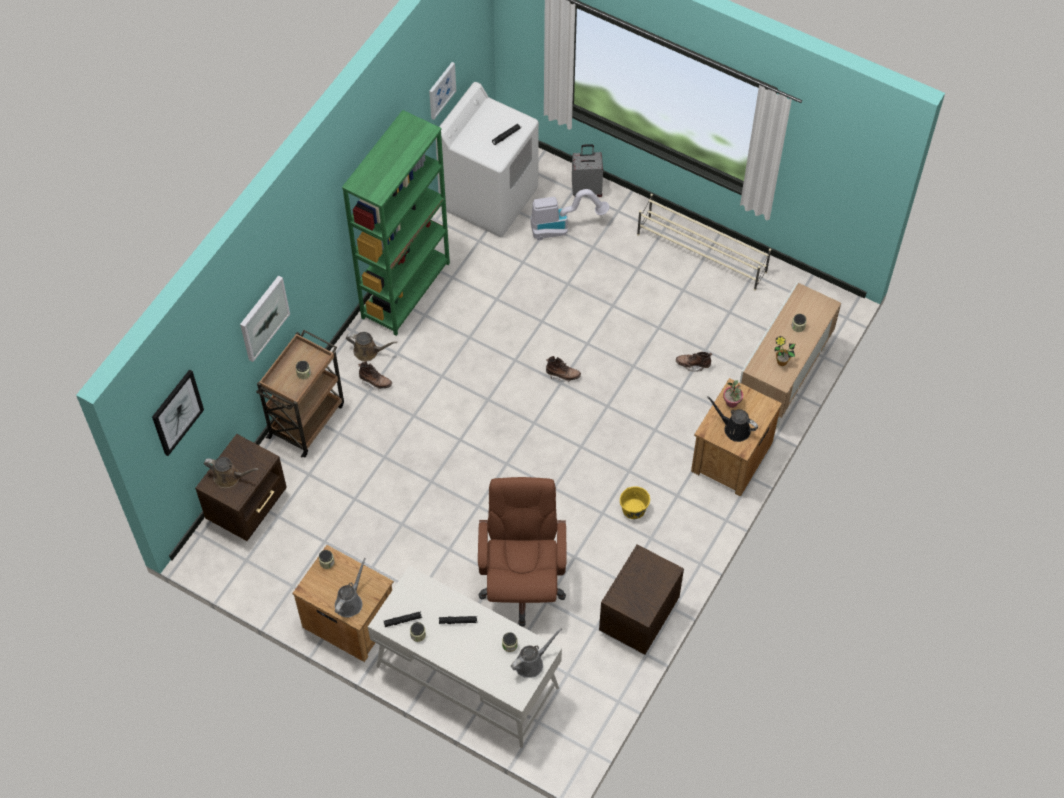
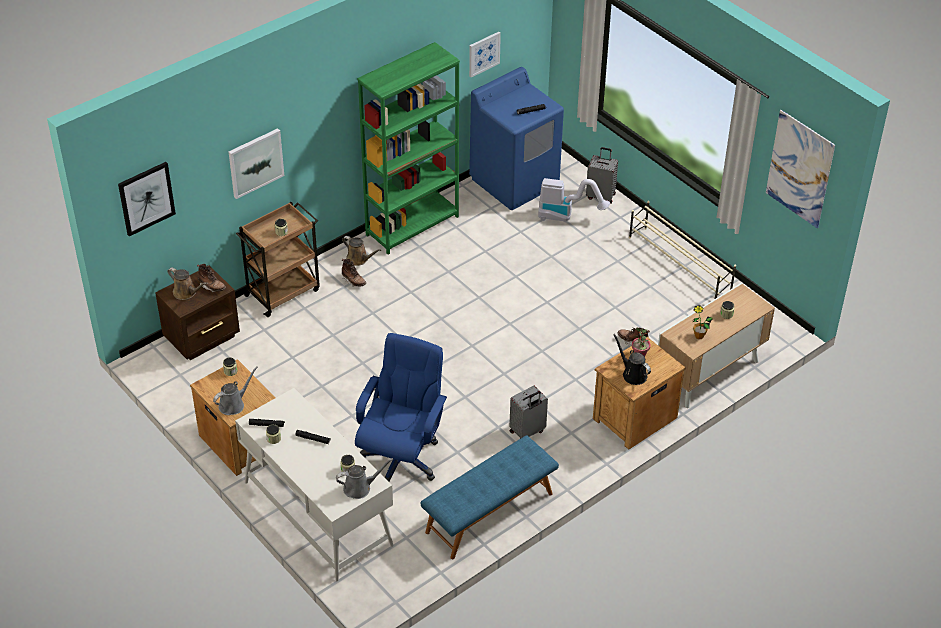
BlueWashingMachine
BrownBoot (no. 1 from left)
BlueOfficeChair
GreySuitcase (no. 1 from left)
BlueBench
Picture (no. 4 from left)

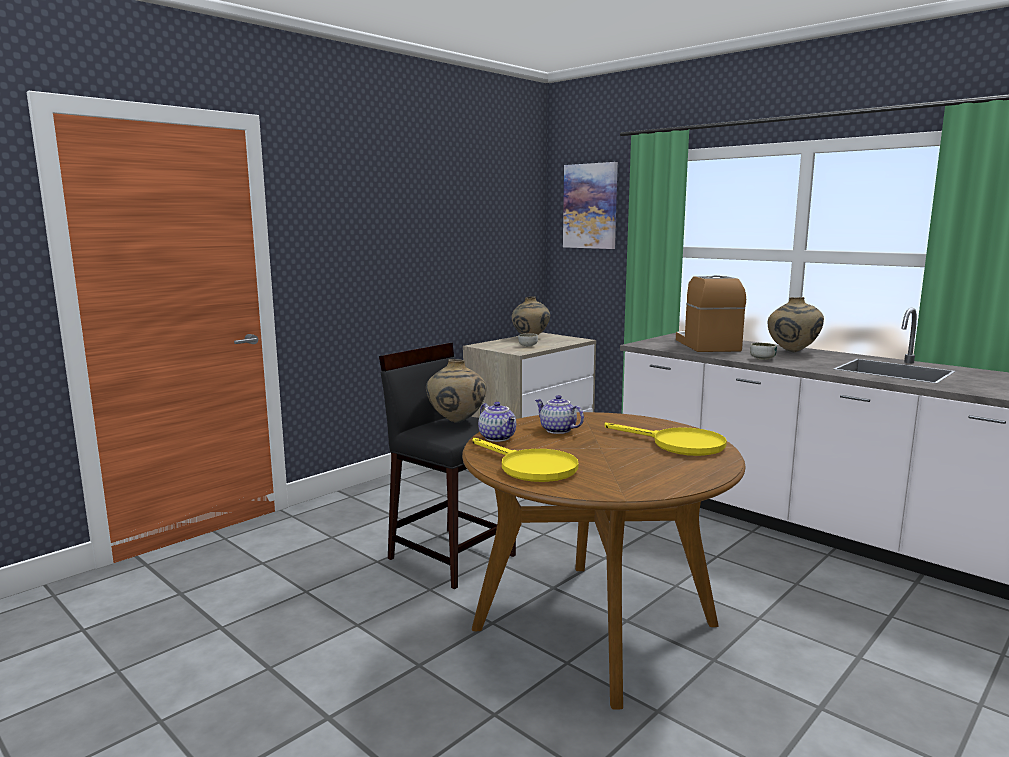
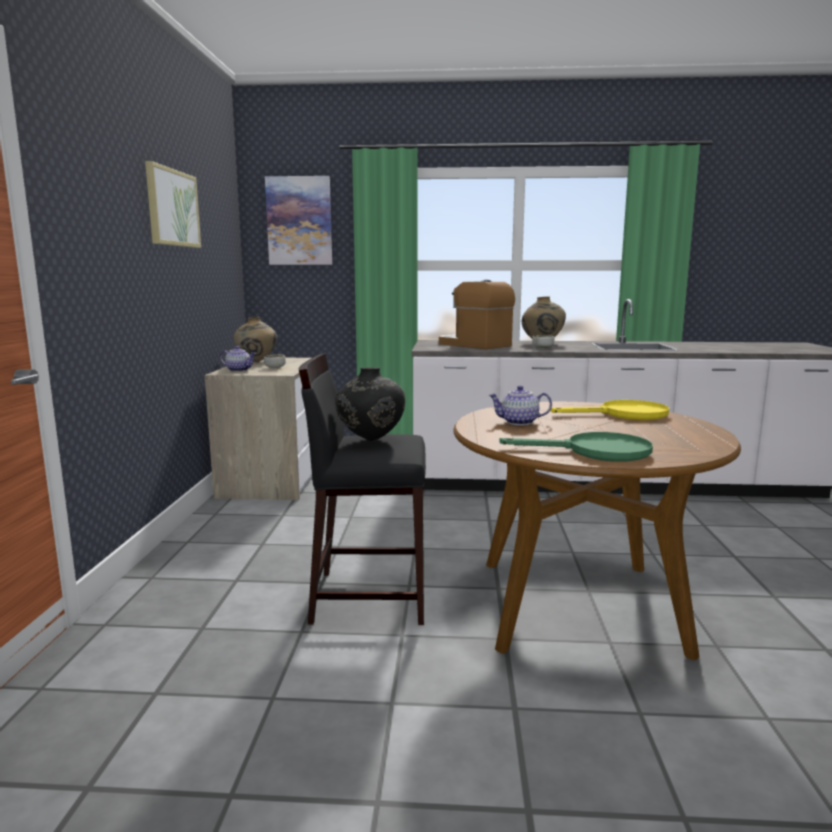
BlackVase
Teapot (no. 1 from left)
GreenFryingPan
Picture (no. 1 from left)

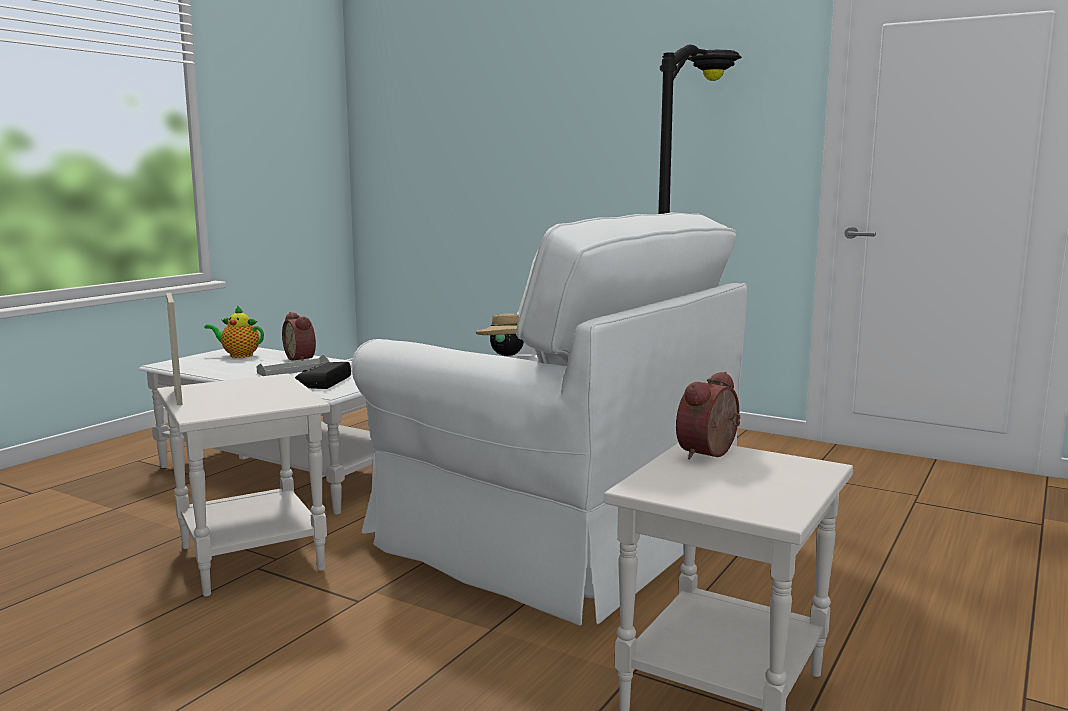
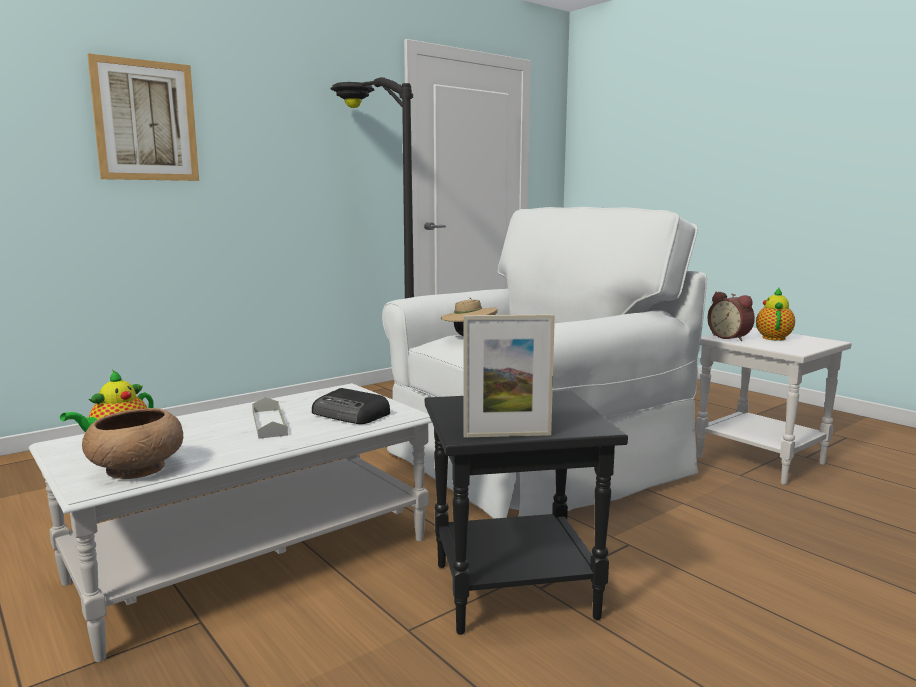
AlarmClock (no. 1 from left in the first image)
BlackSideTable
Picture
Teapot (no. 2 from left)
BrownBowl

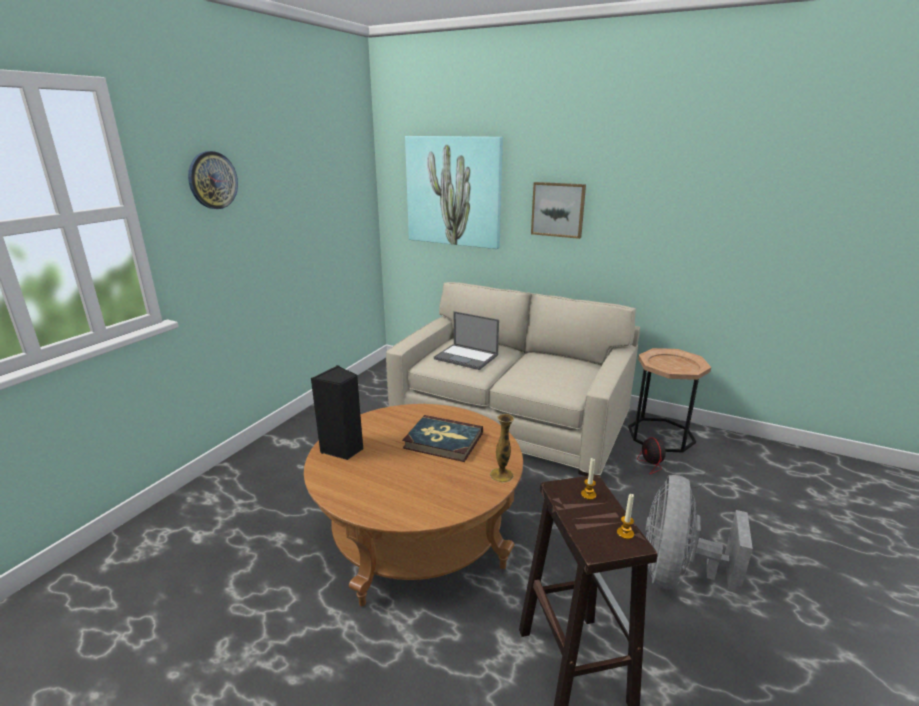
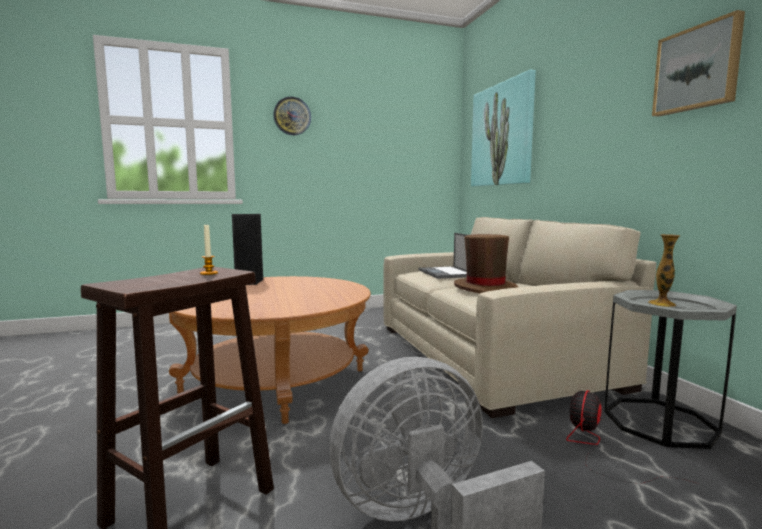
Picture (no. 2 from left)
GreySideTable
Vase
Book
Candle (no. 2 from left in the first image)
BrownHat

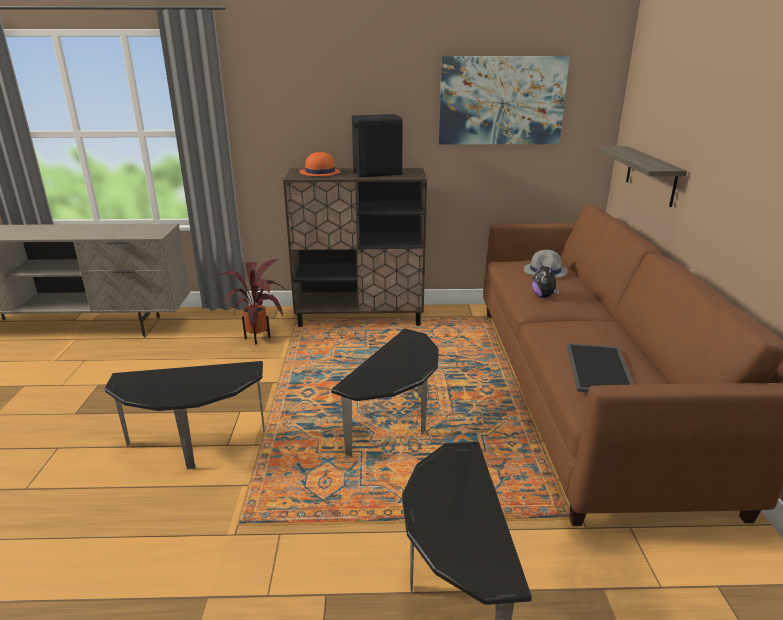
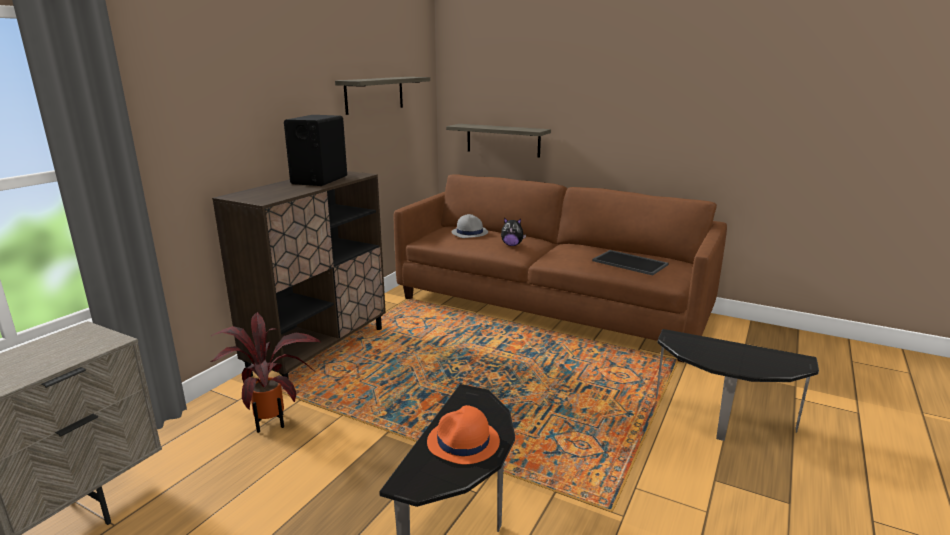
Shelf (no. 1 from left)
OrangeHat
SideTable (no. 2 from left in the first image)

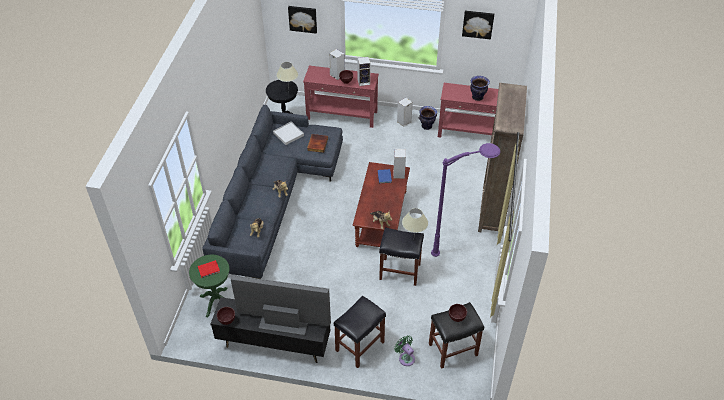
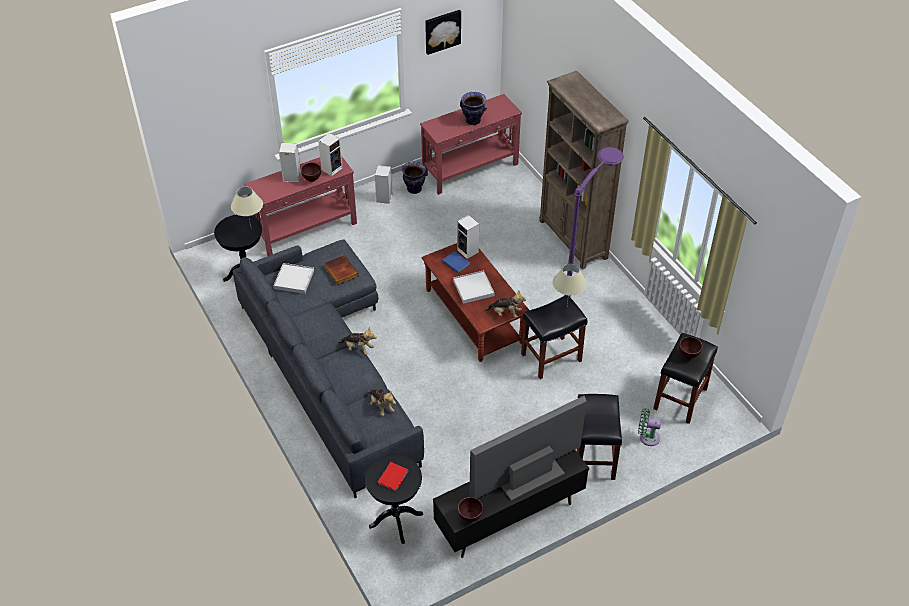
Picture (no. 1 from left in the first image)
BlackSideTable (no. 2 from left)
WhiteTray (no. 2 from left)

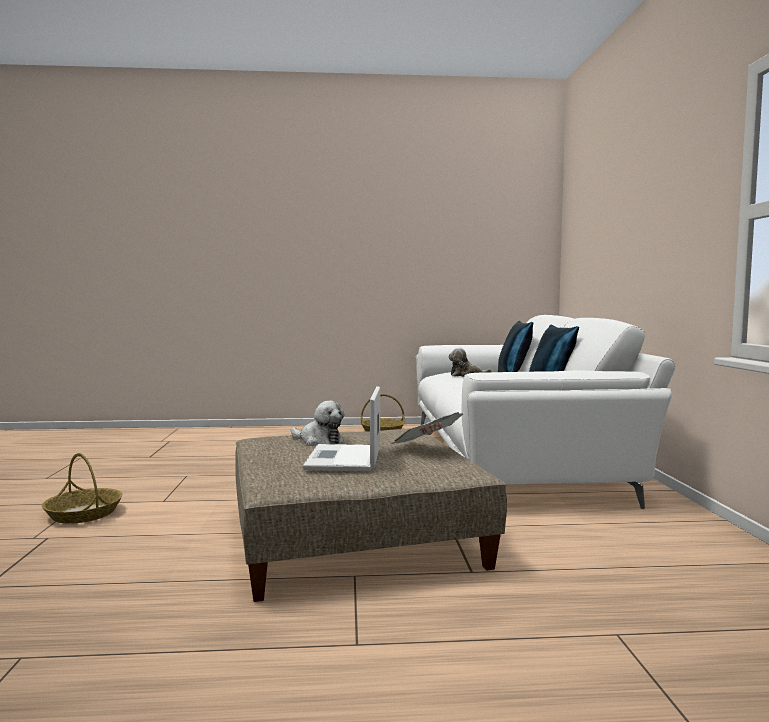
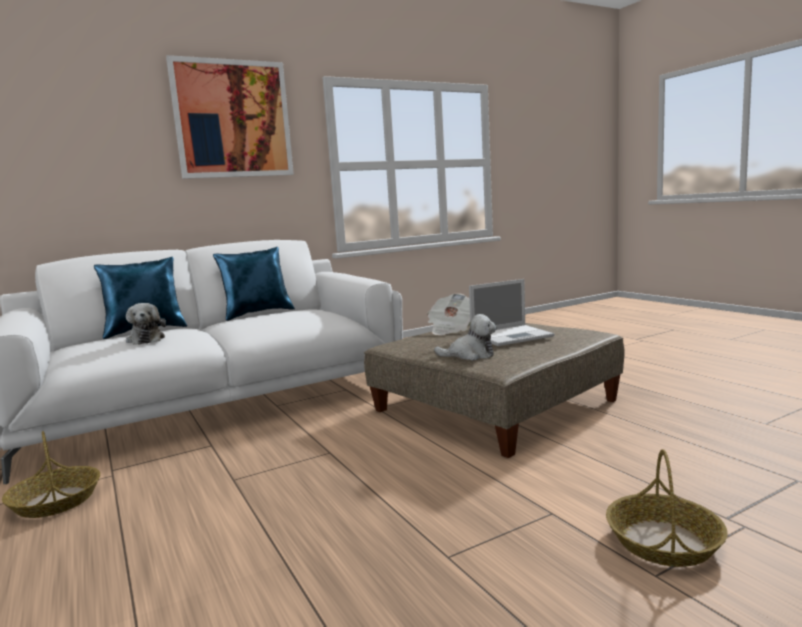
PlushToy (no. 2 from left)
Picture

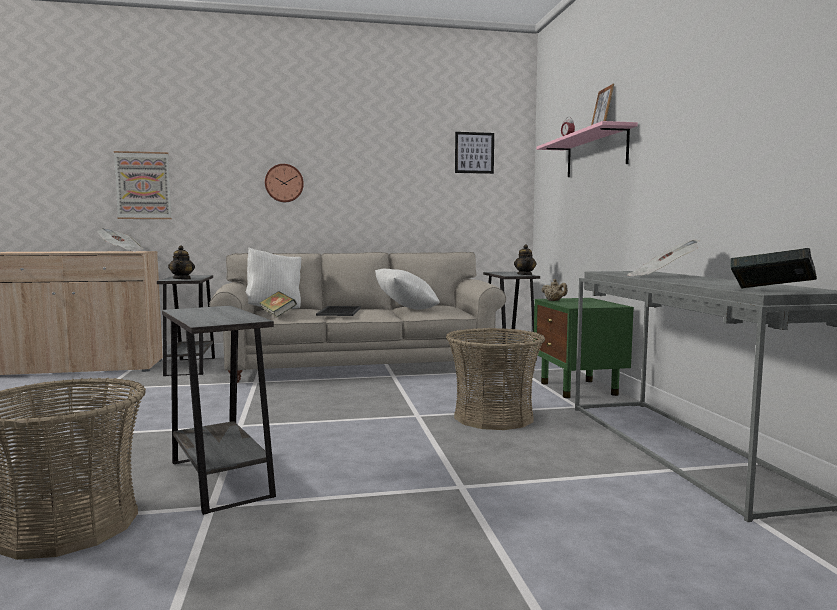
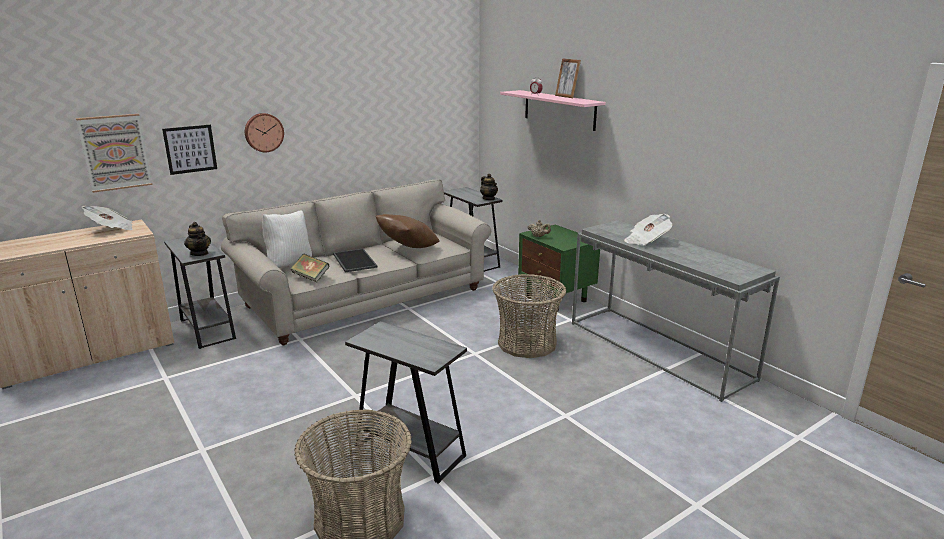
Picture (no. 2 from left)
Book (no. 2 from left in the first image)
BrownPillow

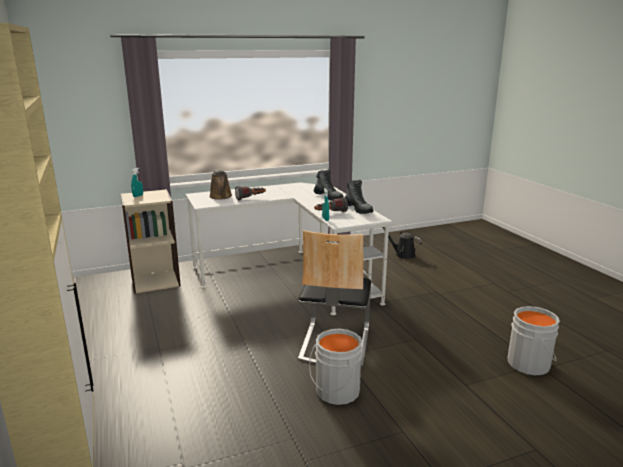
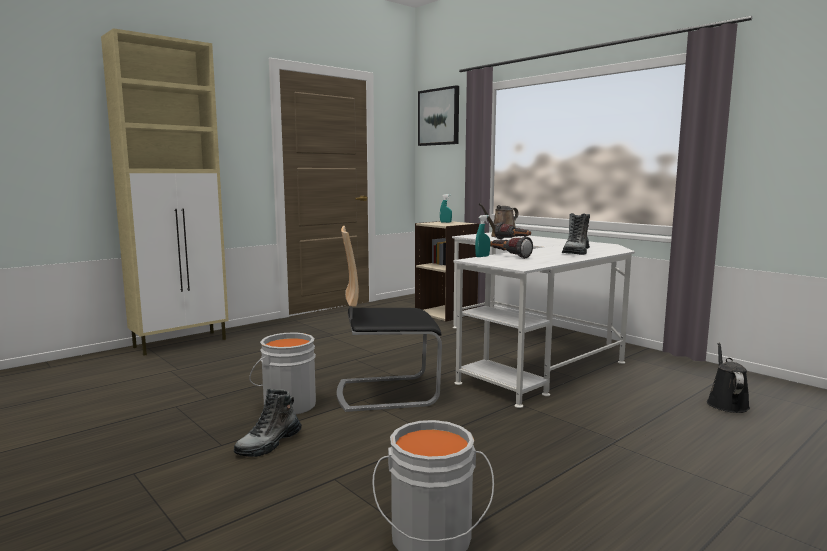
Boot (no. 1 from left)
Picture

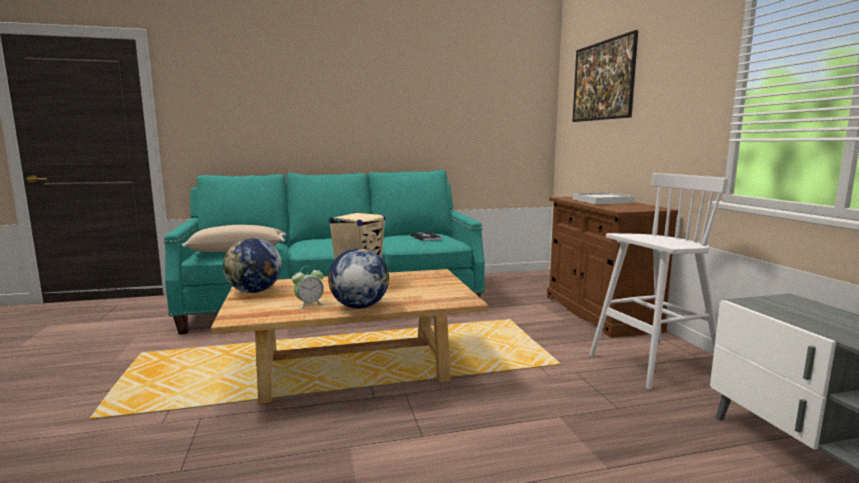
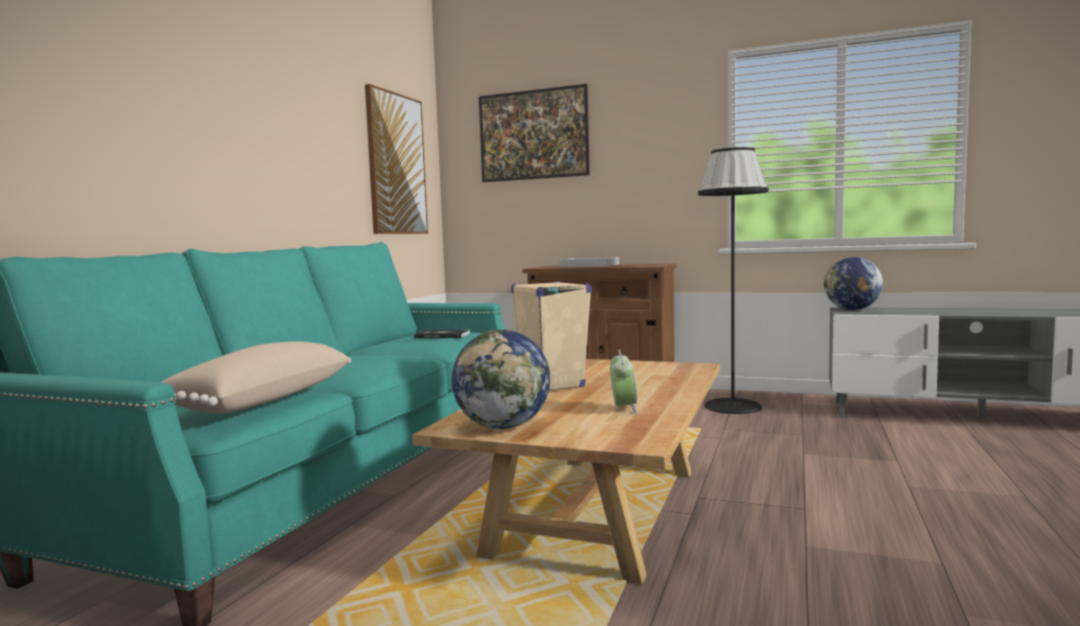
BlackFloorLamp
Globe (no. 2 from left)
Picture (no. 1 from left)

